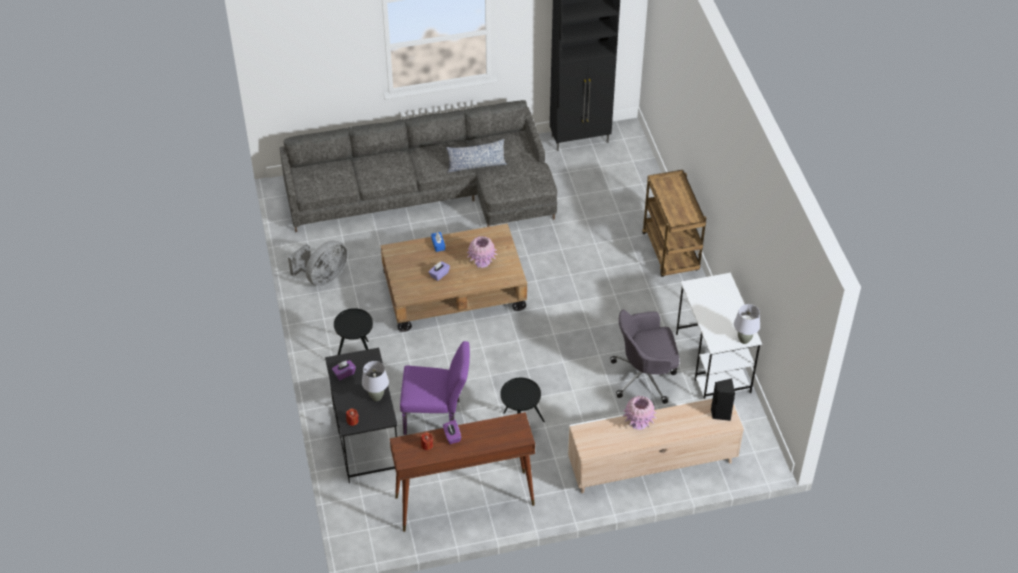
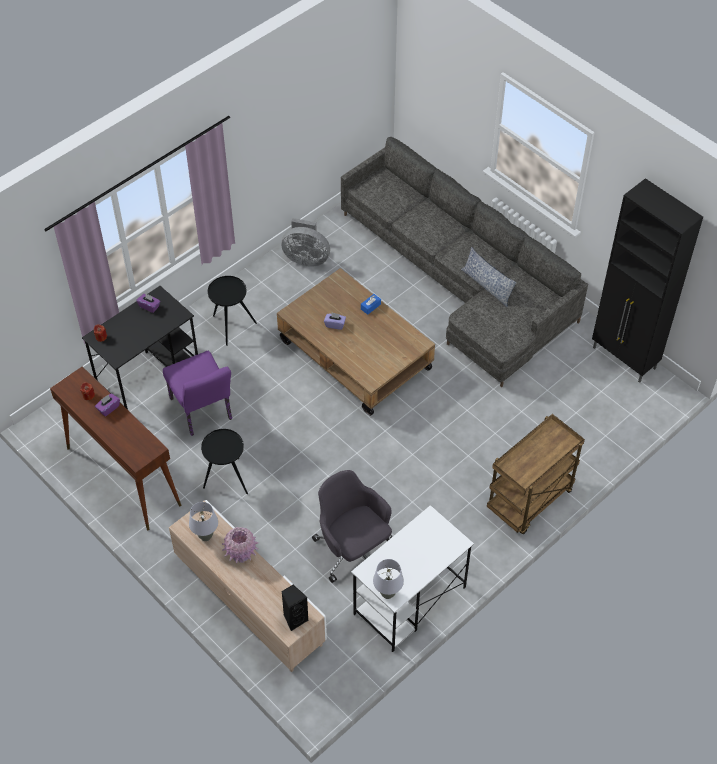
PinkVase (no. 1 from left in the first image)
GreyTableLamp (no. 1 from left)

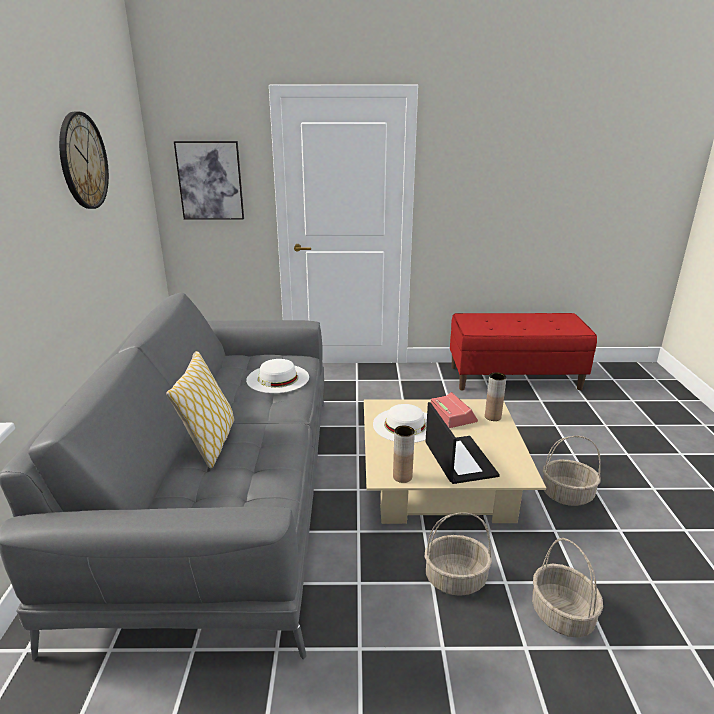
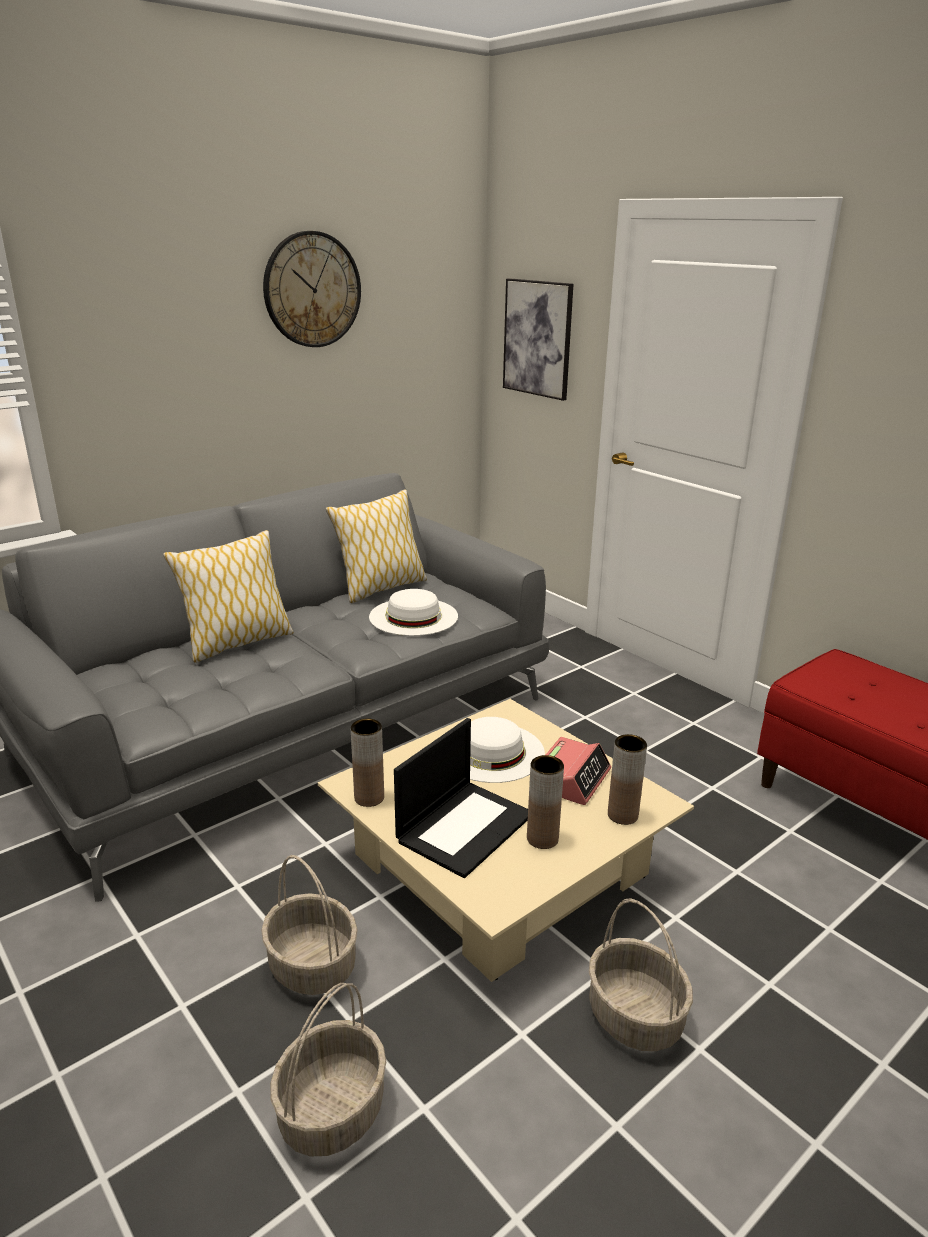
Pillow (no. 2 from left)
BrownVase (no. 2 from left)

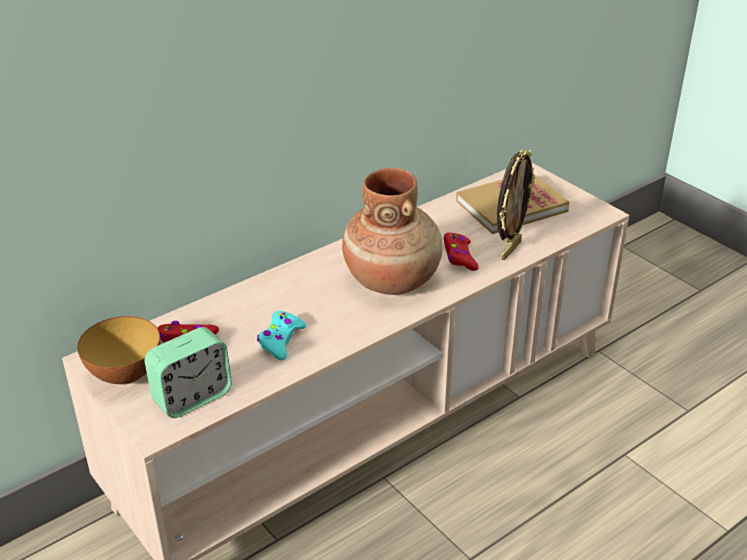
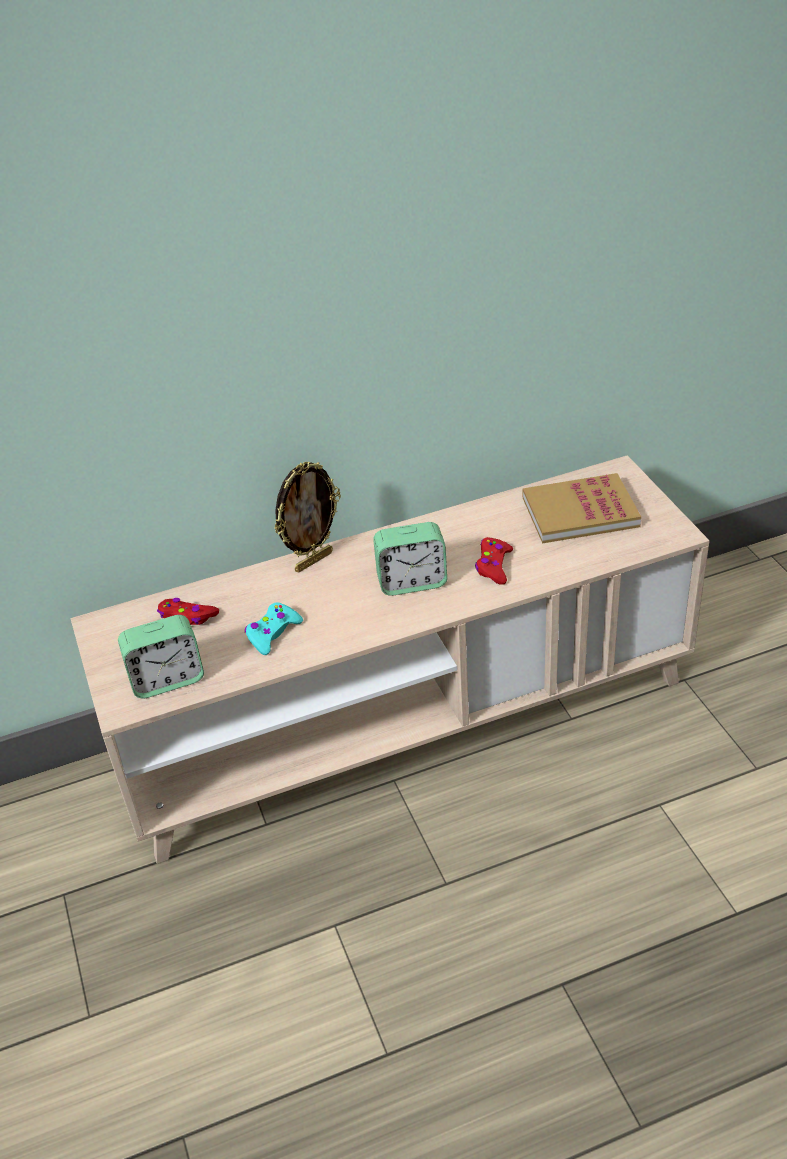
PictureFrame
AlarmClock (no. 2 from left)
Bowl

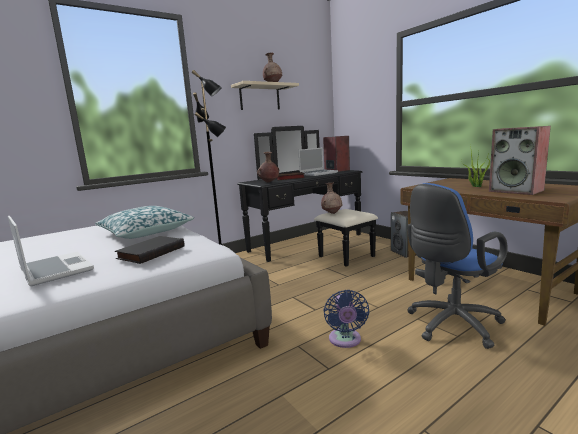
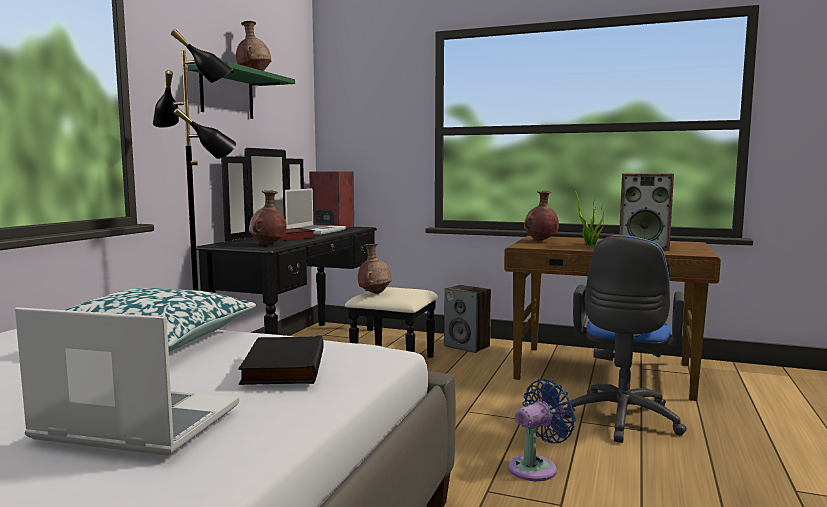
GreenShelf
BlueFan
BrownVase (no. 4 from left)

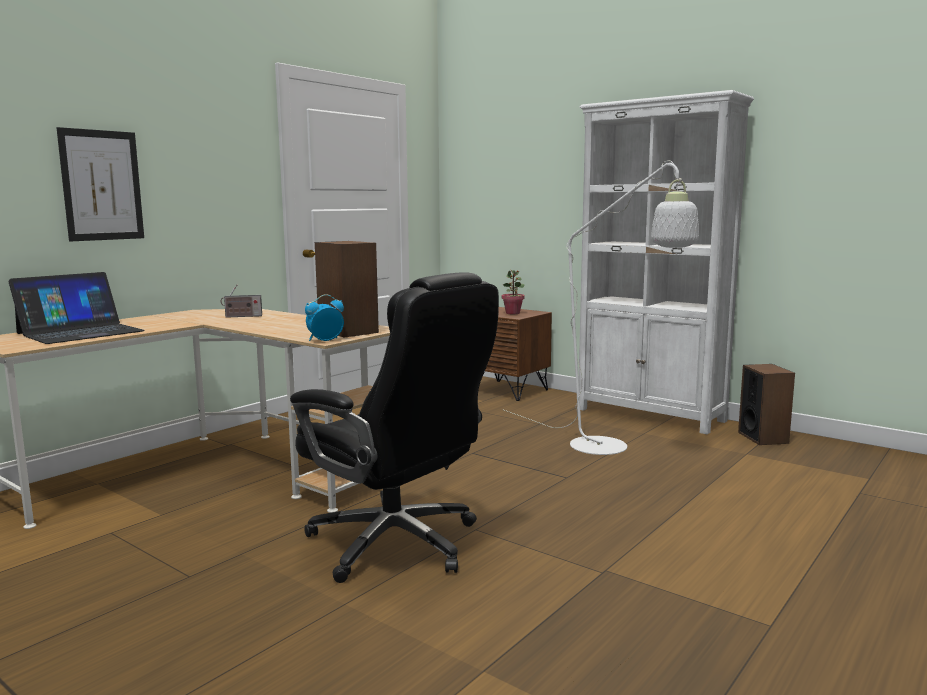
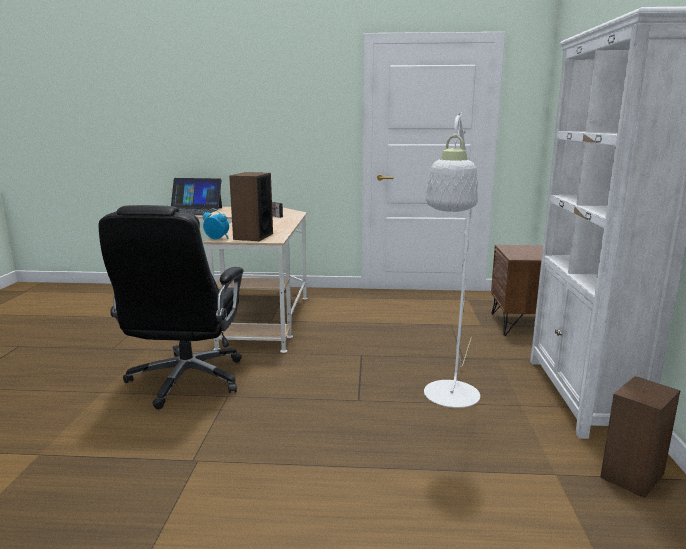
Picture
PottedPlant

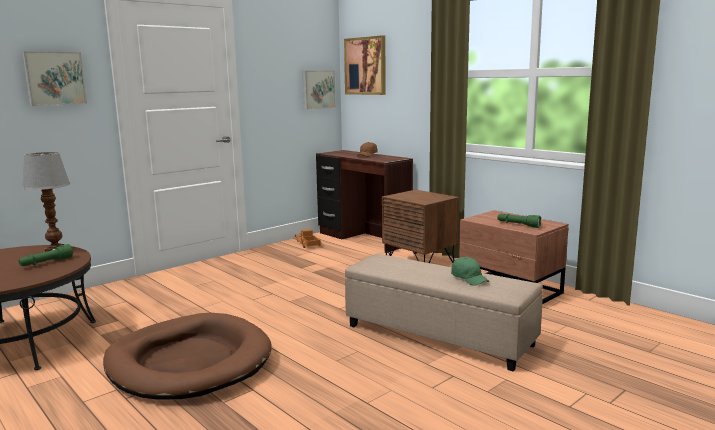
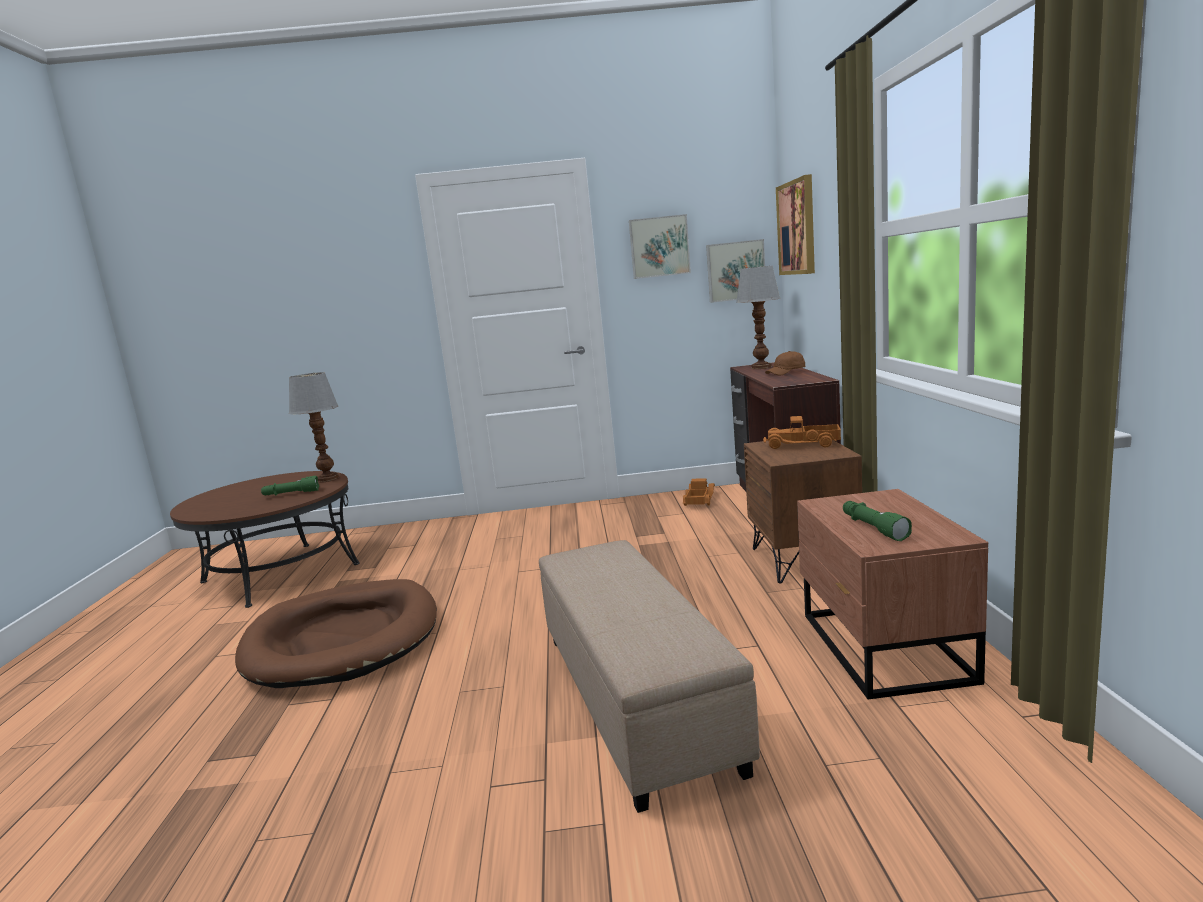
Picture (no. 1 from left)
GreenCap
TableLamp (no. 2 from left)
ToyTruck (no. 2 from left)

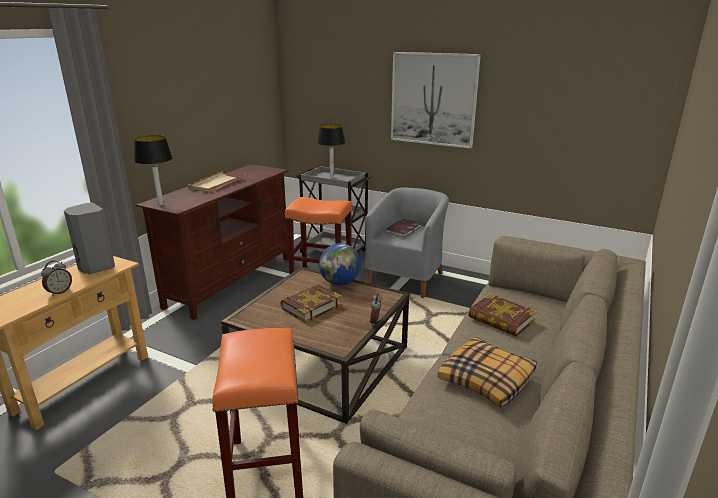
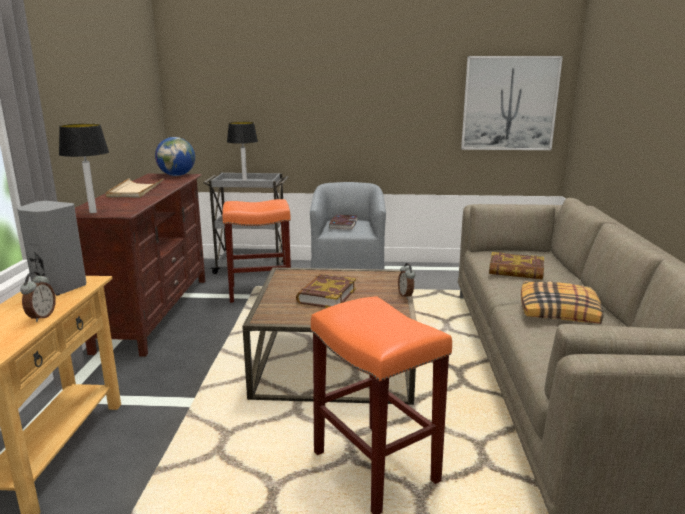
Picture
Globe

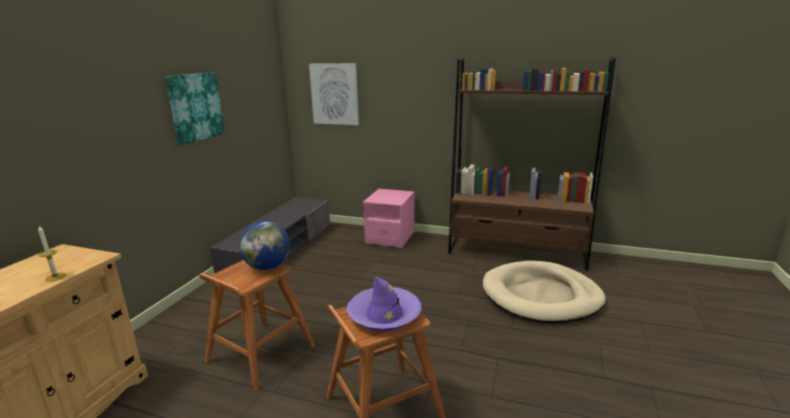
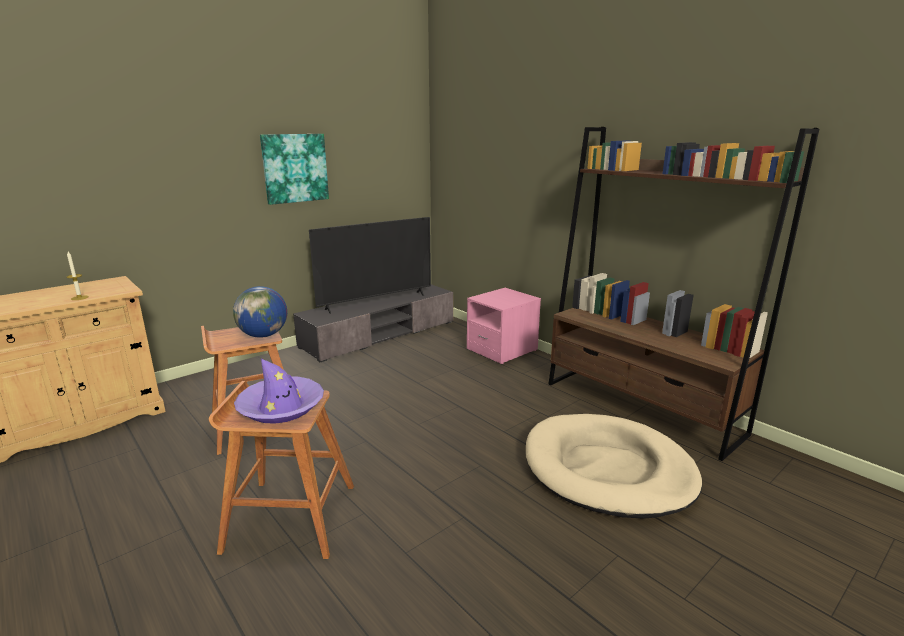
Picture (no. 2 from left in the first image)
Television

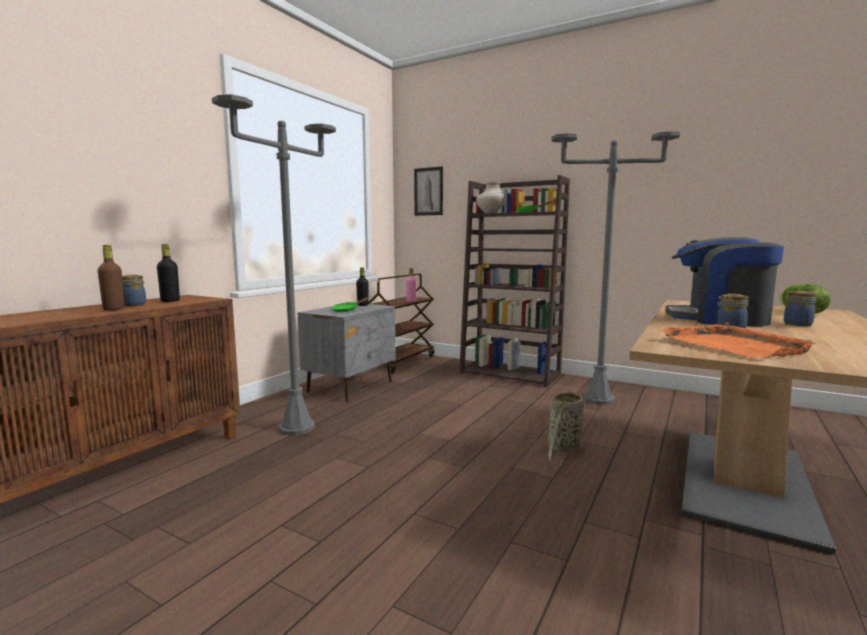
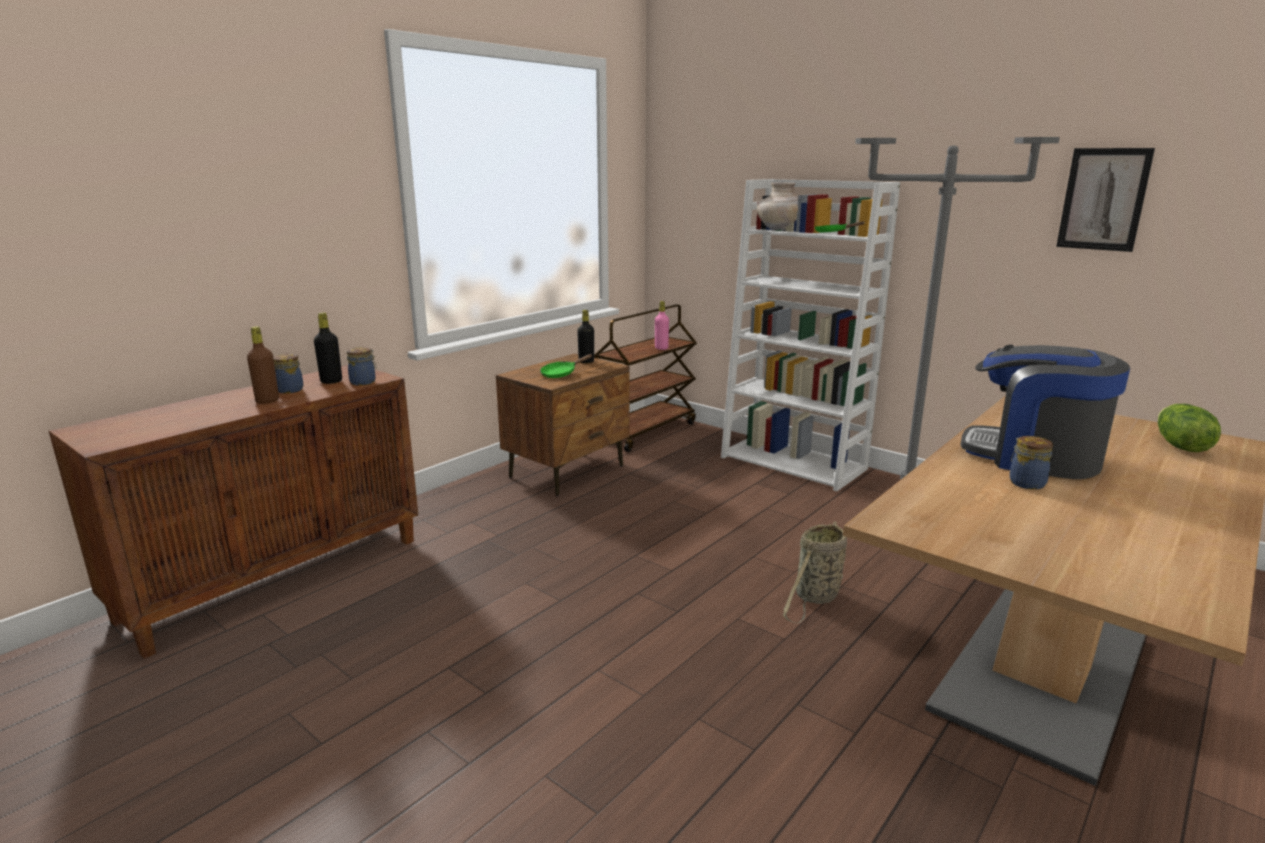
GreyFloorLamp (no. 1 from left in the first image)
Picture
WhiteBookcase
Jar (no. 2 from left)
BrownNightstand
OrangeTray

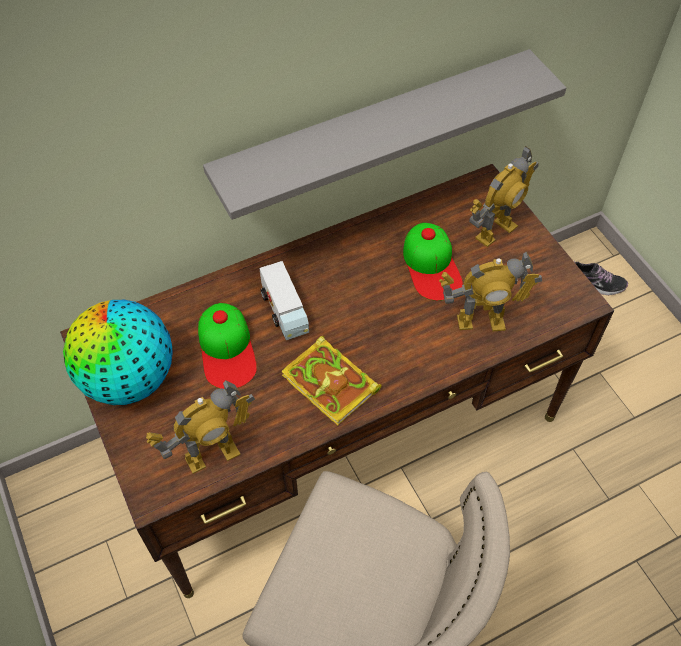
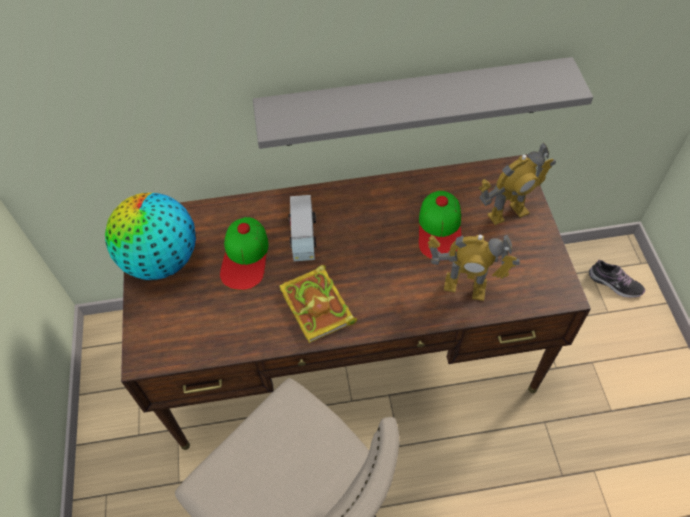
ToyRobot (no. 1 from left in the first image)

